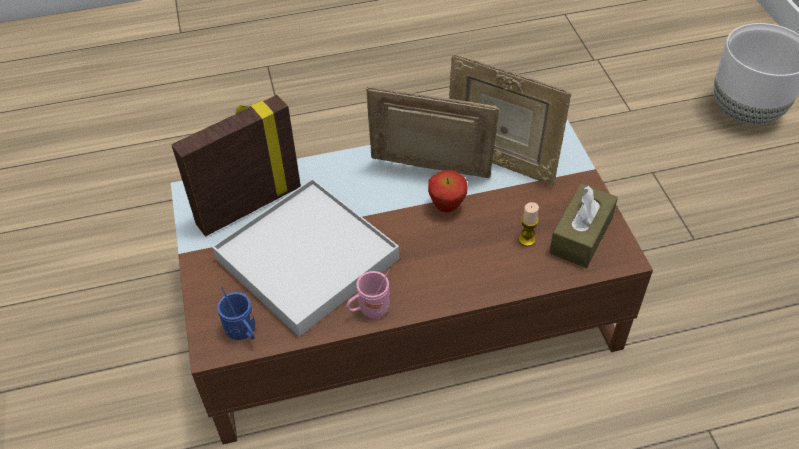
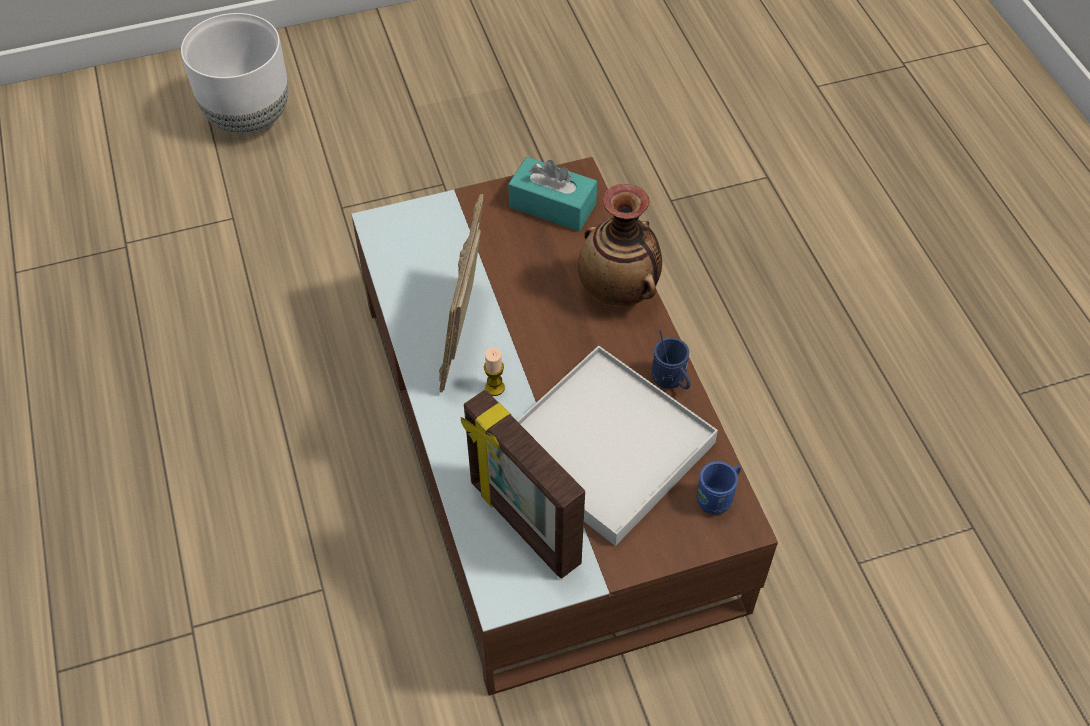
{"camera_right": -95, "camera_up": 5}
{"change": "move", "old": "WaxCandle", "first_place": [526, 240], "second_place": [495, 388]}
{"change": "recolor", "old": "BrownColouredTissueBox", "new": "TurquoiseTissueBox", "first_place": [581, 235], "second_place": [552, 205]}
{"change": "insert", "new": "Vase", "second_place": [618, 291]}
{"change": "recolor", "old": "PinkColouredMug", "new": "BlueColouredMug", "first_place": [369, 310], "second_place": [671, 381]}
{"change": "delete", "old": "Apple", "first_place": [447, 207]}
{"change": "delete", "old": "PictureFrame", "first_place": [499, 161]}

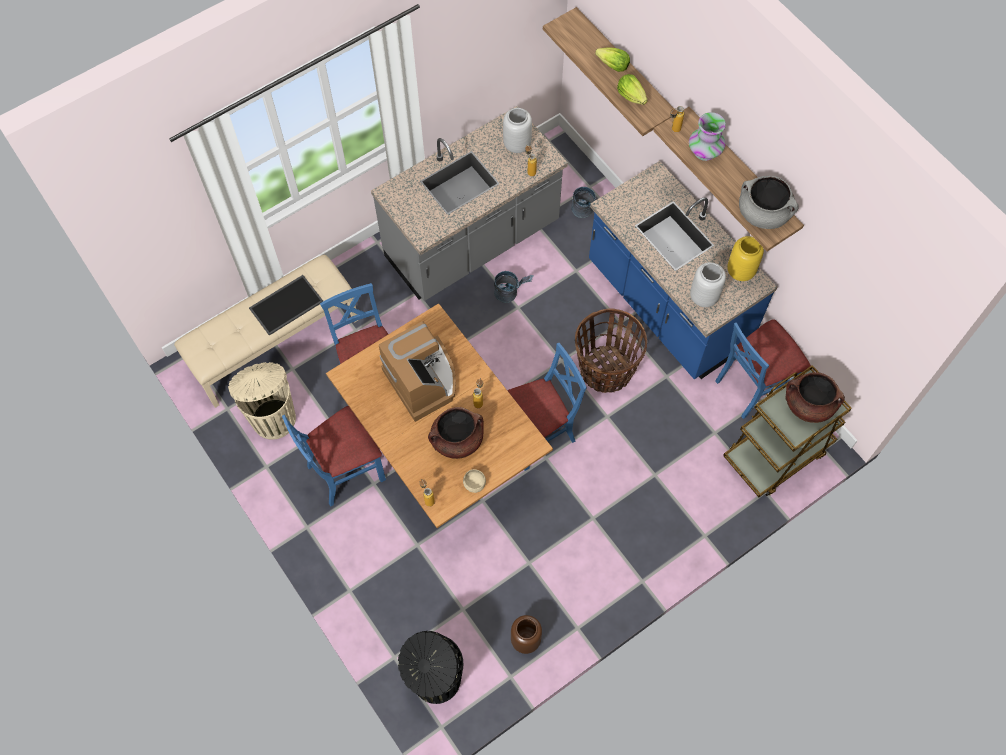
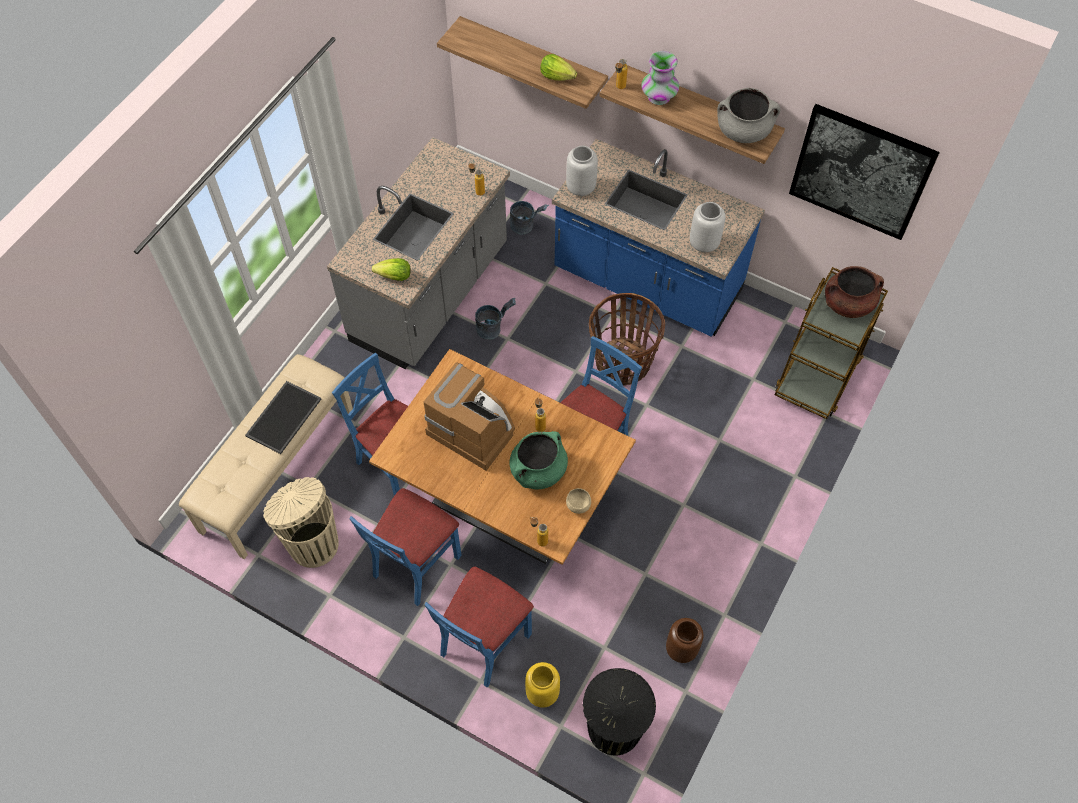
{"camera_right": -25, "camera_up": -5}
{"change": "move", "old": "HeadOfLettuce", "first_place": [613, 66], "second_place": [394, 276]}
{"change": "move", "old": "BlueColouredUprightChair", "first_place": [753, 385], "second_place": [484, 642]}
{"change": "recolor", "old": "BrownColouredCookingPot", "new": "GreenCookingPot", "first_place": [457, 440], "second_place": [538, 471]}
{"change": "move", "old": "YellowColouredVase", "first_place": [740, 271], "second_place": [542, 692]}
{"change": "move", "old": "GreyVase", "first_place": [517, 144], "second_place": [581, 187]}
{"change": "insert", "new": "Picture", "second_place": [860, 172]}

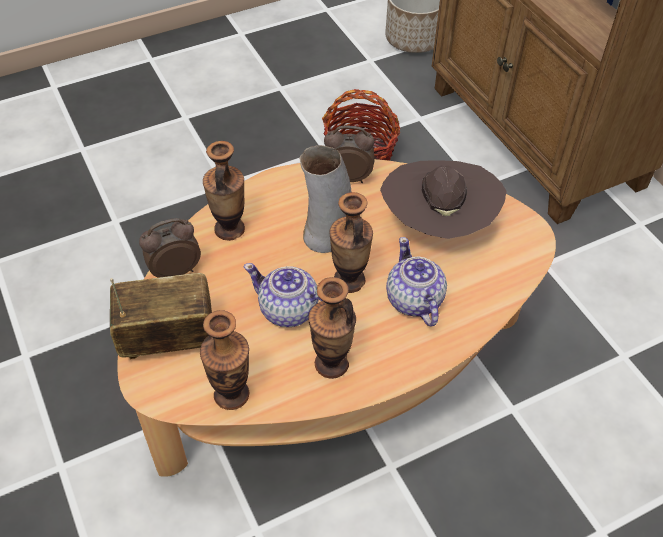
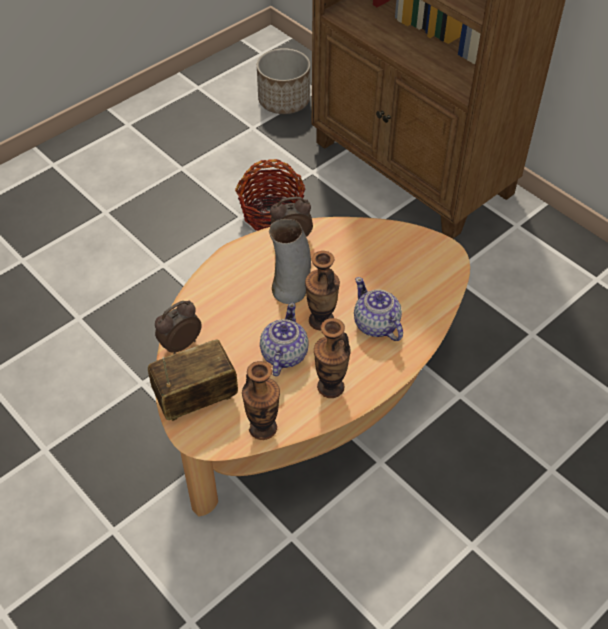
{"camera_right": -15, "camera_up": 0}
{"change": "rotate", "old": "PotForTea", "first_place": [289, 311], "second_place": [283, 355], "degrees": 90}
{"change": "delete", "old": "Vase", "first_place": [229, 229]}
{"change": "delete", "old": "BrownColouredWearableHat", "first_place": [438, 225]}

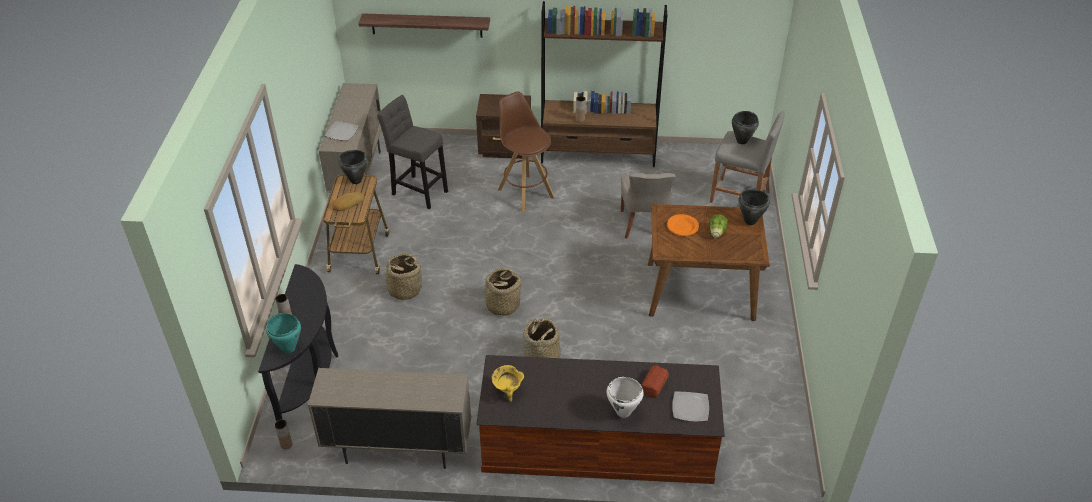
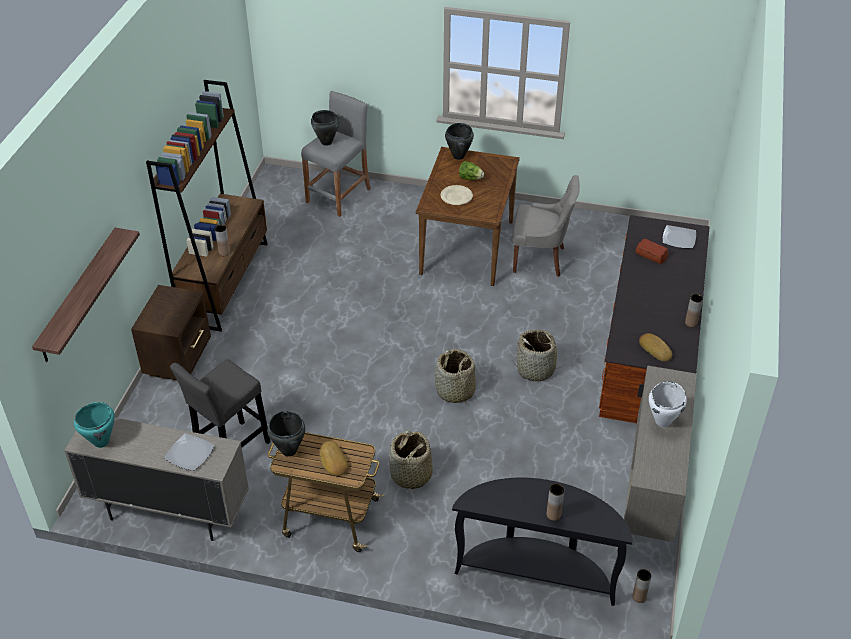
{"camera_right": -80, "camera_up": 0}
{"change": "move", "old": "TurquoiseCookingPot", "first_place": [288, 348], "second_place": [101, 442]}
{"change": "recolor", "old": "OrangeColouredPlate", "new": "BeigePlate", "first_place": [682, 226], "second_place": [456, 197]}
{"change": "move", "old": "GreyUprightChair", "first_place": [644, 225], "second_place": [540, 259]}
{"change": "replace", "old": "YellowColouredCookingPot", "new": "BakeryBread", "first_place": [508, 391], "second_place": [655, 349]}
{"change": "move", "old": "WhitishCookingPot", "first_place": [623, 412], "second_place": [663, 421]}
{"change": "insert", "new": "BrownColouredVase", "second_place": [691, 323]}
{"change": "delete", "old": "BrownColouredSittingStool", "first_place": [525, 193]}

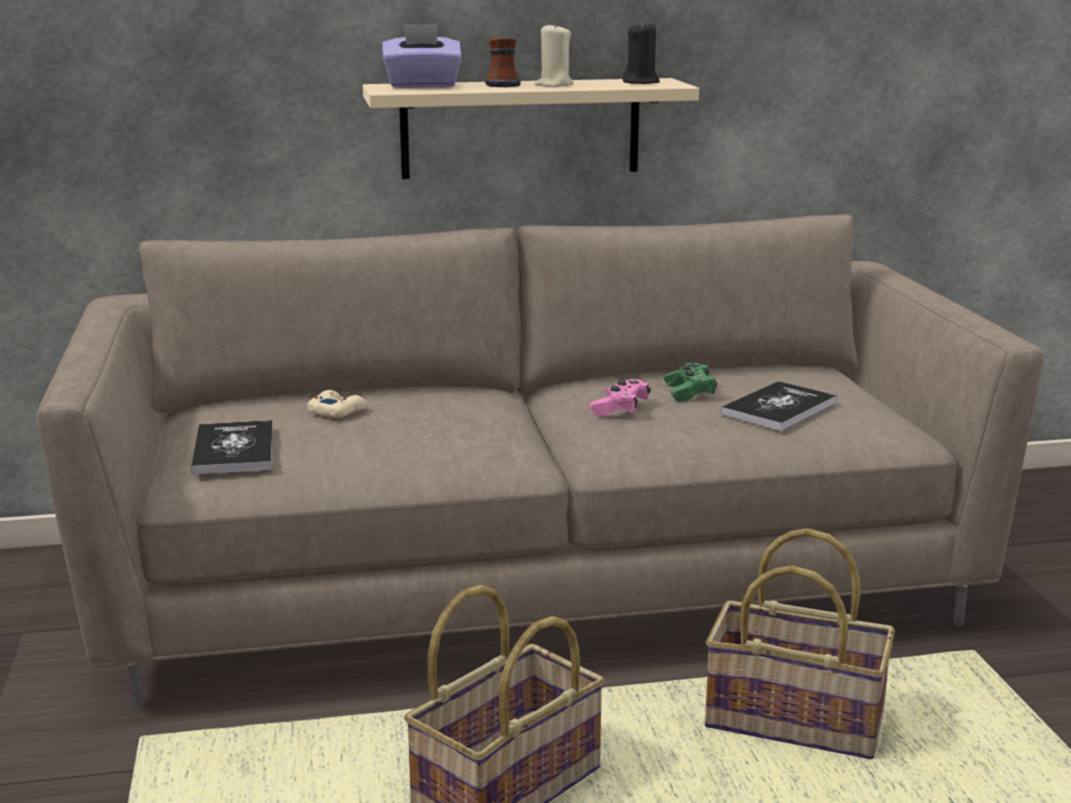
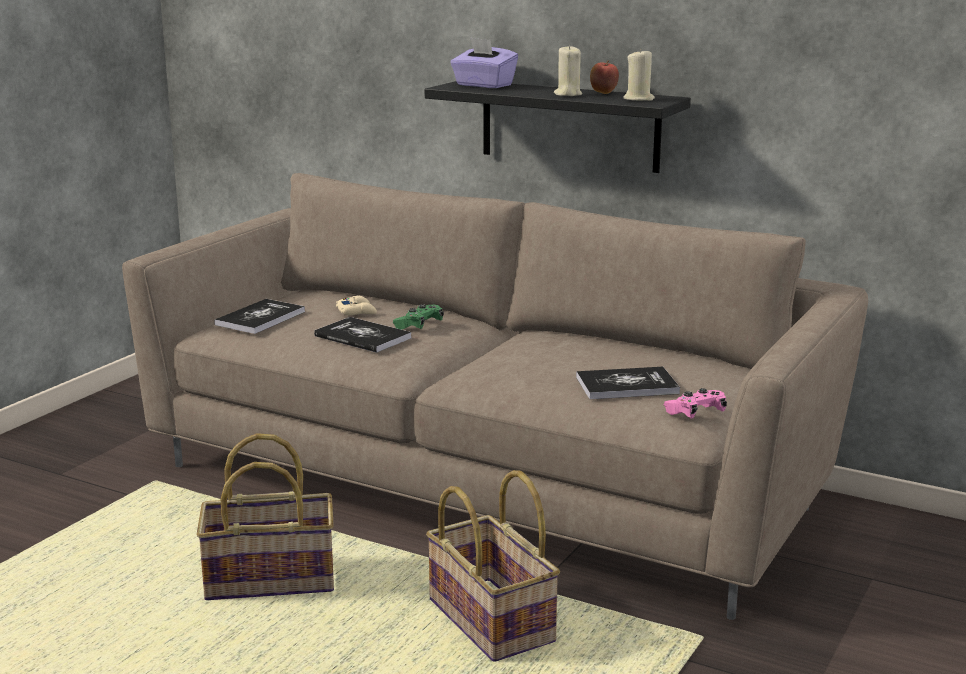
{"camera_right": 40, "camera_up": 0}
{"change": "insert", "new": "Book", "second_place": [362, 337]}
{"change": "move", "old": "GreenGamepad", "first_place": [689, 392], "second_place": [419, 325]}
{"change": "recolor", "old": "BeigeShelf", "new": "BlackishShelf", "first_place": [520, 128], "second_place": [569, 125]}
{"change": "insert", "new": "Apple", "second_place": [603, 93]}
{"change": "recolor", "old": "BlackishWaxCandle", "new": "BeigeWaxCandle", "first_place": [641, 83], "second_place": [639, 99]}
{"change": "move", "old": "PinkColouredGamepad", "first_place": [620, 409], "second_place": [695, 413]}
{"change": "delete", "old": "Mug", "first_place": [500, 84]}

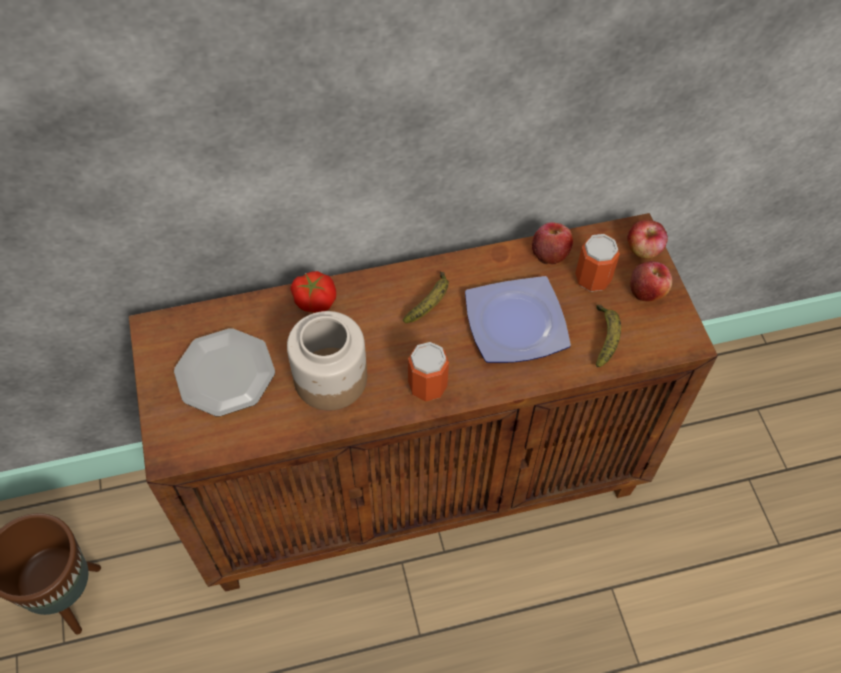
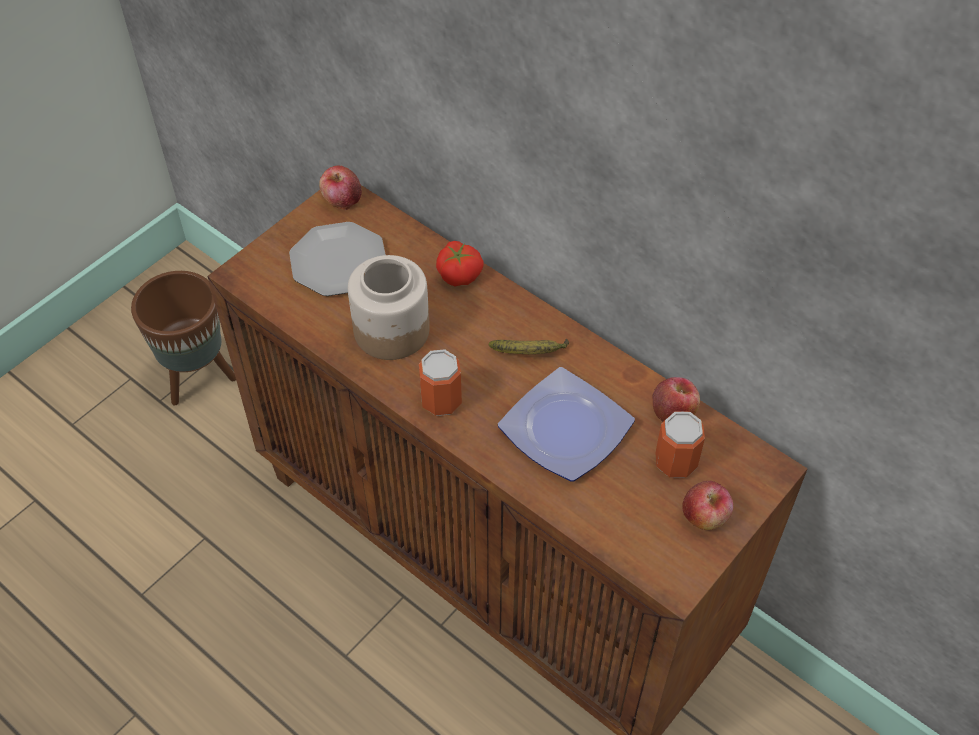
{"camera_right": 55, "camera_up": -5}
{"change": "move", "old": "Apple", "first_place": [643, 250], "second_place": [342, 200]}
{"change": "delete", "old": "WholeBanana", "first_place": [605, 338]}

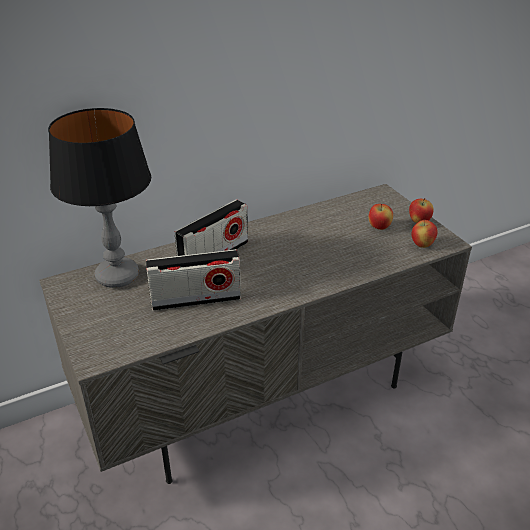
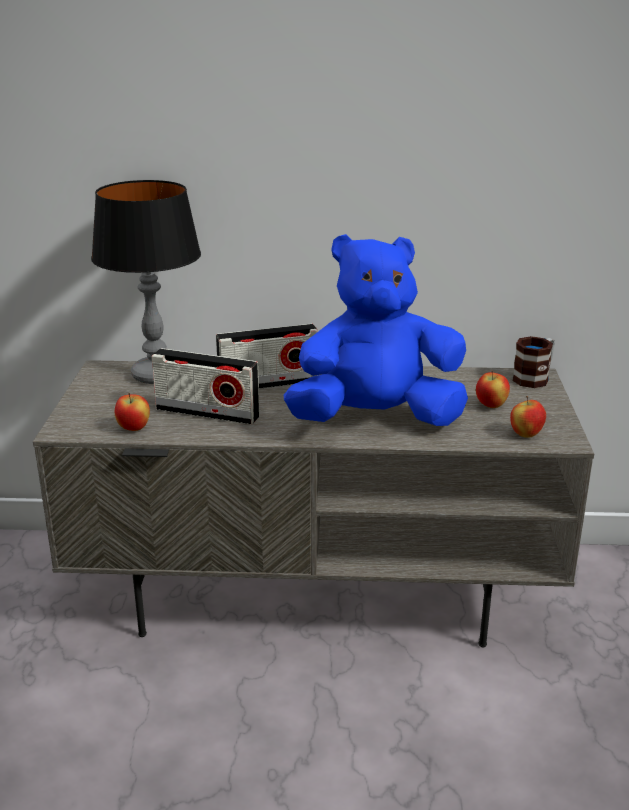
{"camera_right": 30, "camera_up": -10}
{"change": "move", "old": "Apple", "first_place": [419, 222], "second_place": [134, 428]}
{"change": "insert", "new": "BlueColouredCuddlyToy", "second_place": [376, 419]}
{"change": "insert", "new": "Mug", "second_place": [535, 378]}

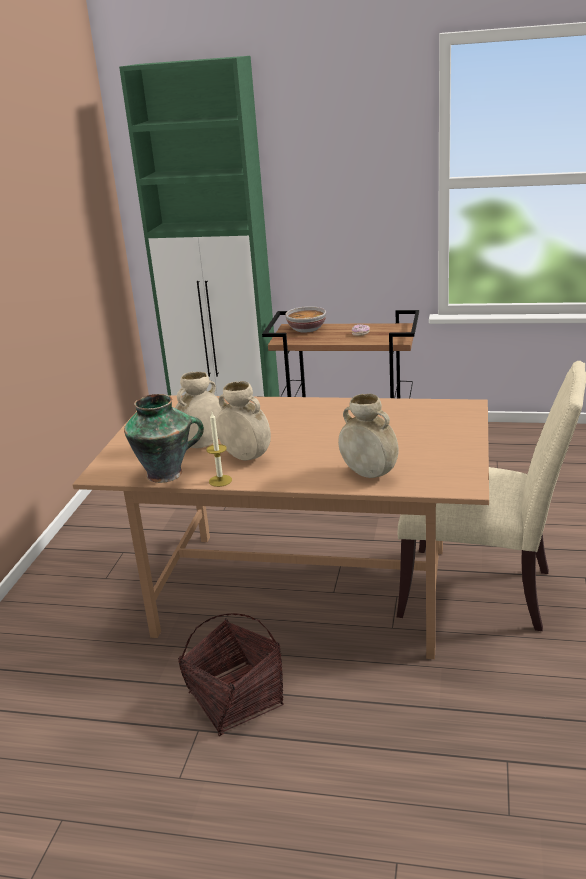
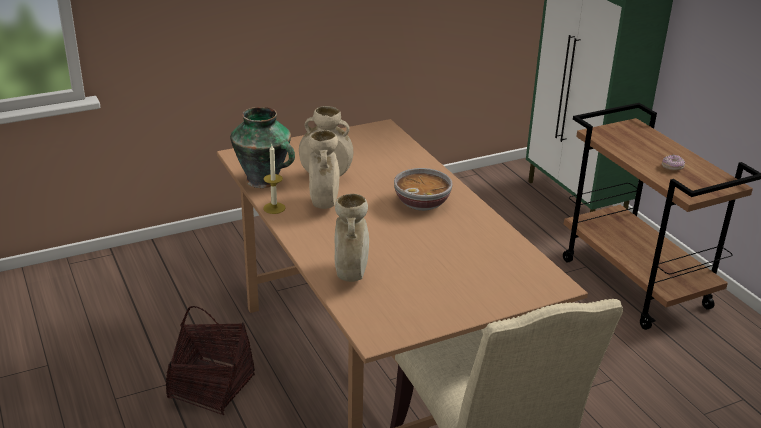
{"camera_right": 50, "camera_up": 5}
{"change": "move", "old": "ServingBowl", "first_place": [306, 329], "second_place": [422, 203]}

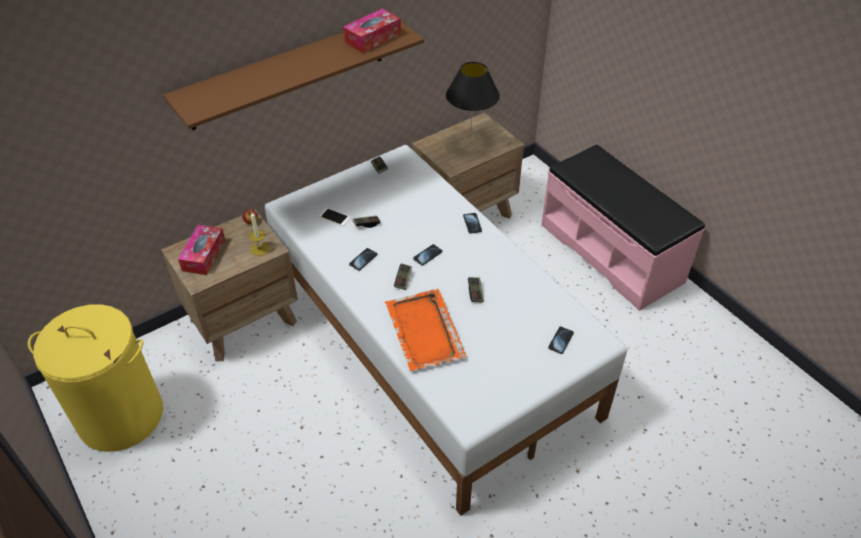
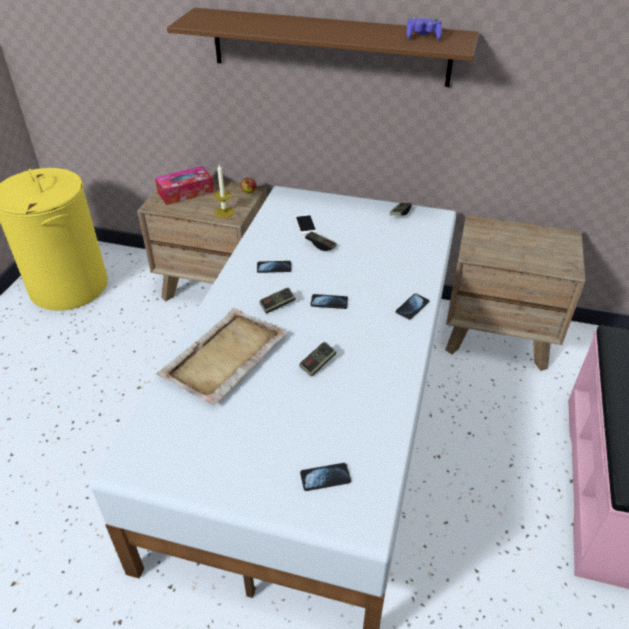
{"camera_right": 50, "camera_up": -5}
{"change": "recolor", "old": "OrangeColouredServingTray", "new": "BeigeServingTray", "first_place": [424, 332], "second_place": [223, 357]}
{"change": "replace", "old": "TissueBox", "new": "PurpleColouredGamepad", "first_place": [373, 38], "second_place": [423, 37]}
{"change": "delete", "old": "BlackishTableLamp", "first_place": [470, 140]}

